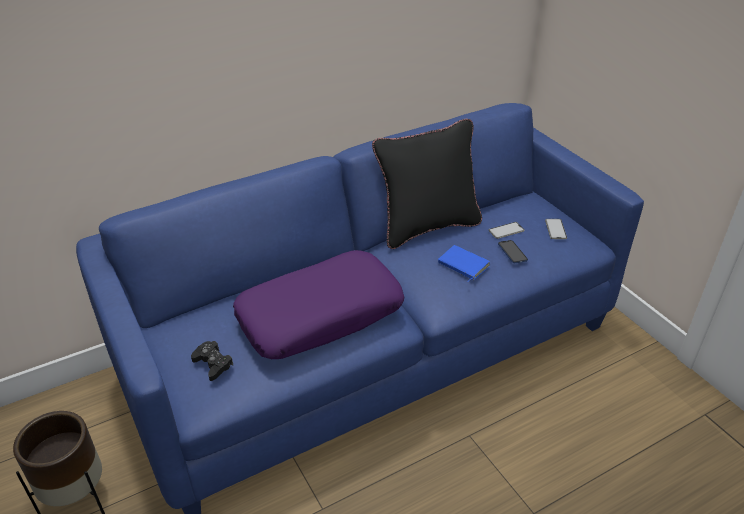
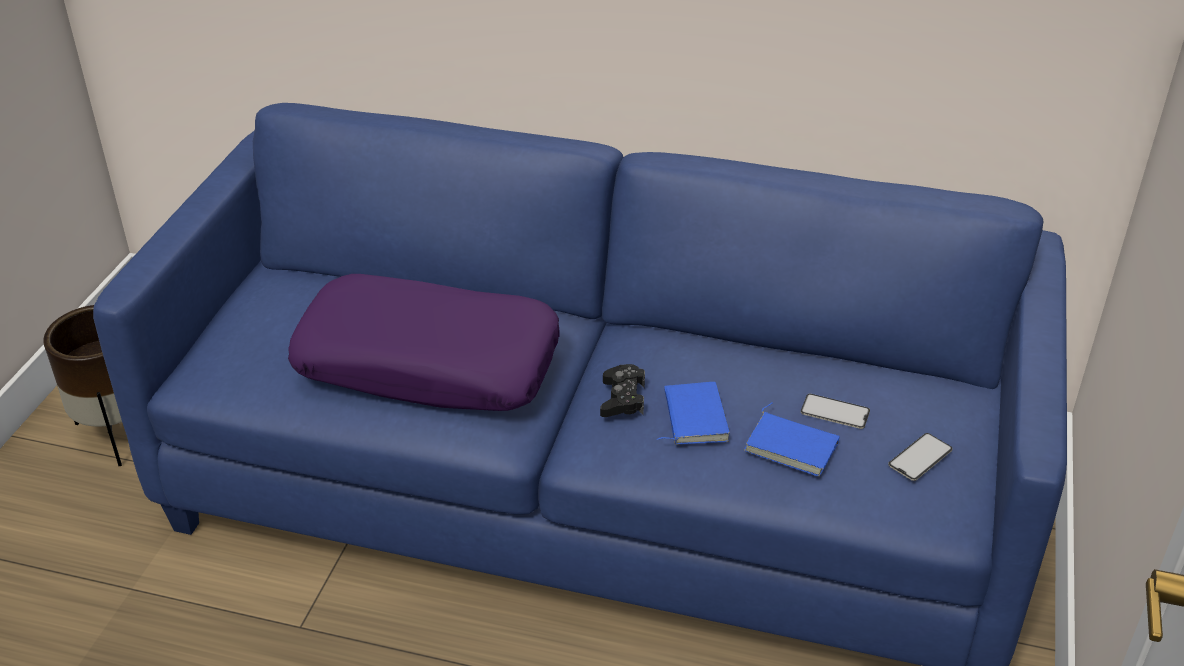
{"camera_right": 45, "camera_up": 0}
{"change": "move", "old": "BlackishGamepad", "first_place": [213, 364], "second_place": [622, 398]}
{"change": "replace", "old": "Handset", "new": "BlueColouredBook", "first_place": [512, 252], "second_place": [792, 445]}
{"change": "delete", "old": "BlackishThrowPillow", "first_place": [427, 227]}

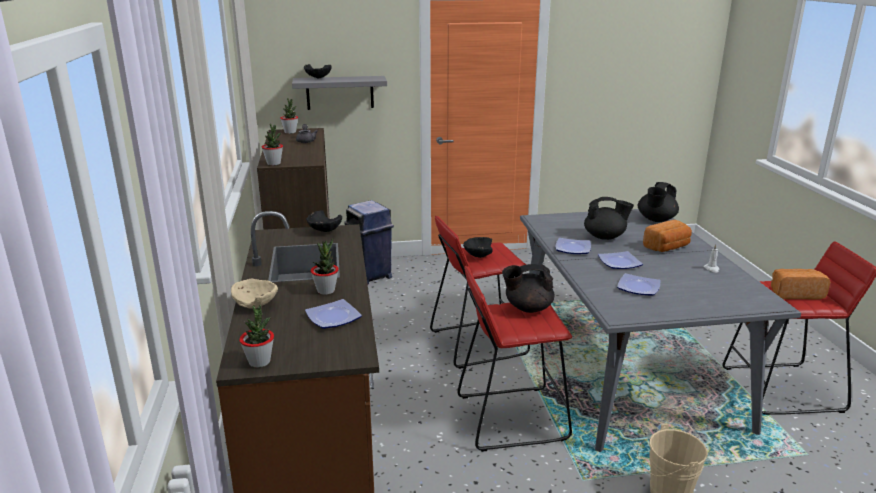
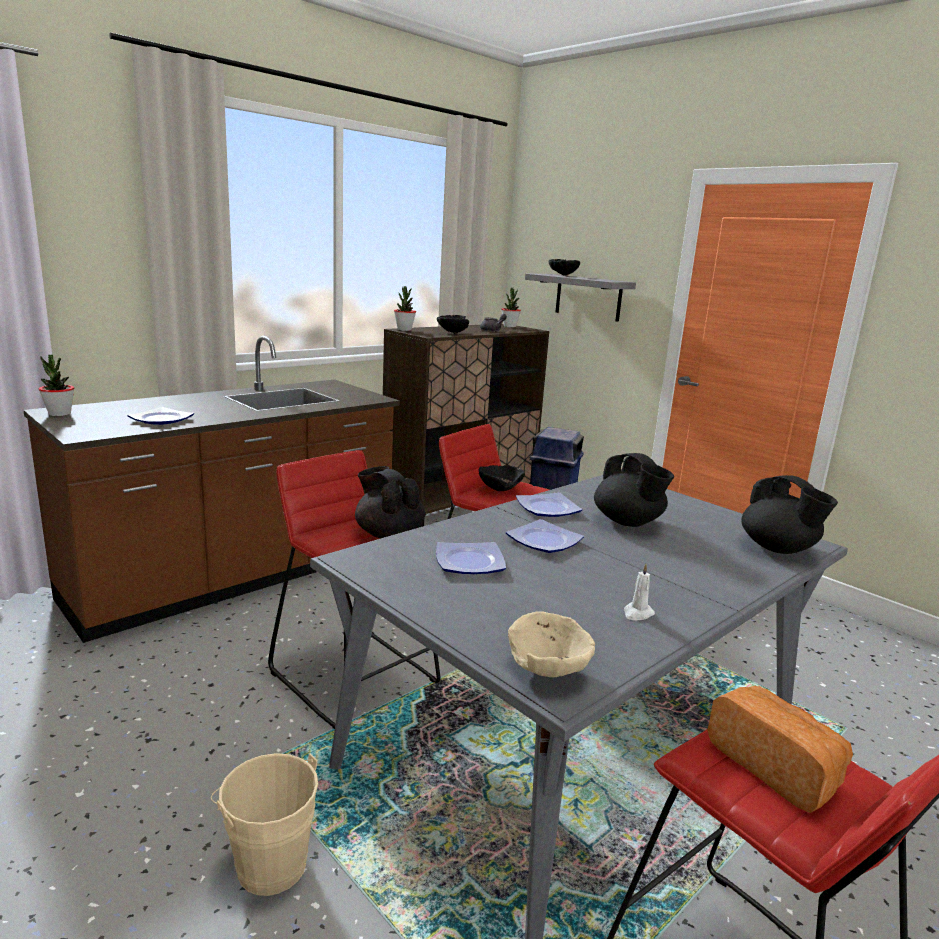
{"camera_right": 55, "camera_up": -5}
{"change": "move", "old": "BlackishServingBowl", "first_place": [324, 232], "second_place": [451, 333]}
{"change": "move", "old": "BeigeServingBowl", "first_place": [257, 305], "second_place": [550, 671]}
{"change": "rotate", "old": "BlackishPotForTea", "first_place": [656, 219], "second_place": [778, 549], "degrees": -120}
{"change": "delete", "old": "PottedPlant", "first_place": [326, 290]}
{"change": "delete", "old": "BakeryBread", "first_place": [667, 247]}

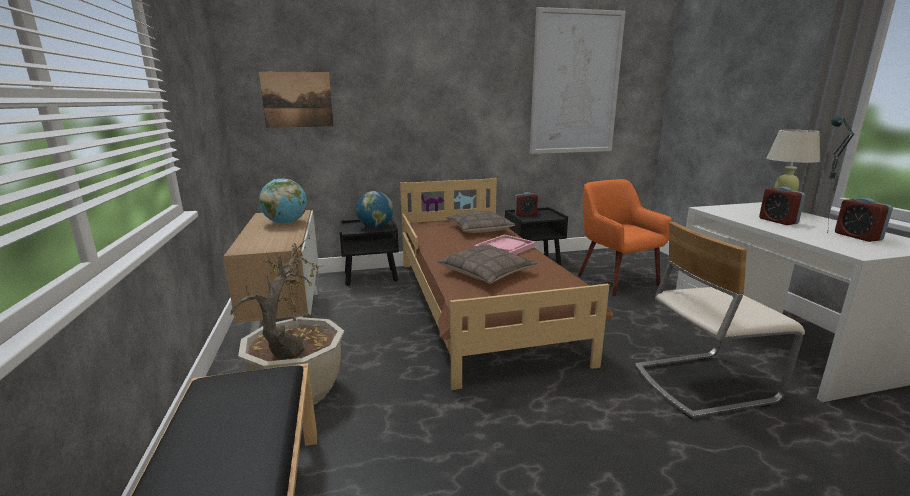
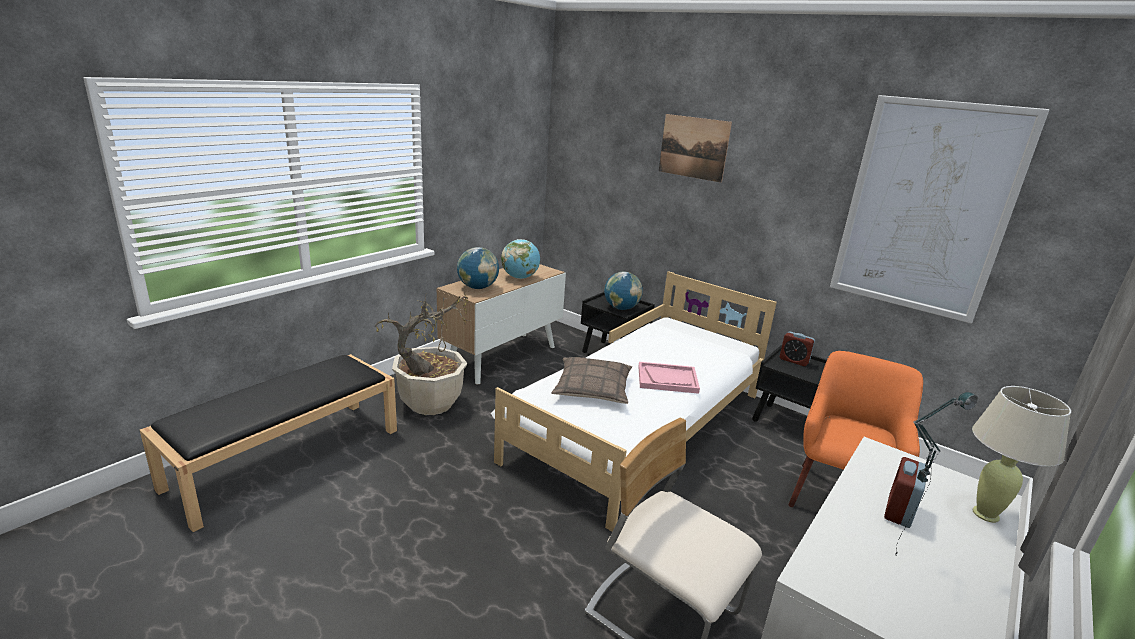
{"camera_right": 50, "camera_up": 5}
{"change": "insert", "new": "DeskGlobe", "second_place": [478, 287]}
{"change": "recolor", "old": "BrownColouredBedroomBed", "new": "WhitishBedroomBed", "first_place": [480, 305], "second_place": [640, 427]}
{"change": "move", "old": "Picture", "first_place": [297, 100], "second_place": [693, 147]}
{"change": "delete", "old": "ThrowPillow", "first_place": [479, 229]}
{"change": "delete", "old": "AlarmClock", "first_place": [857, 236]}

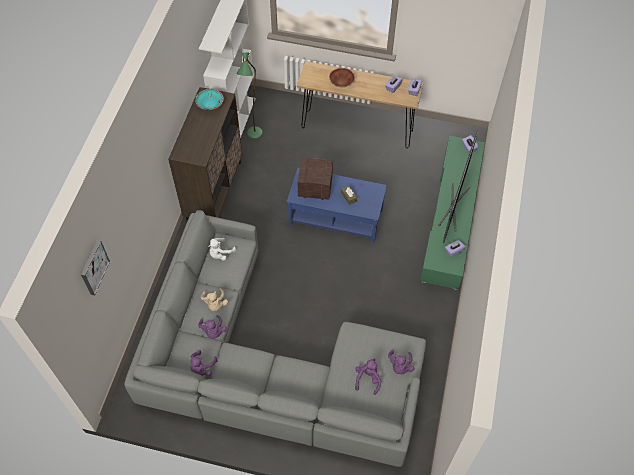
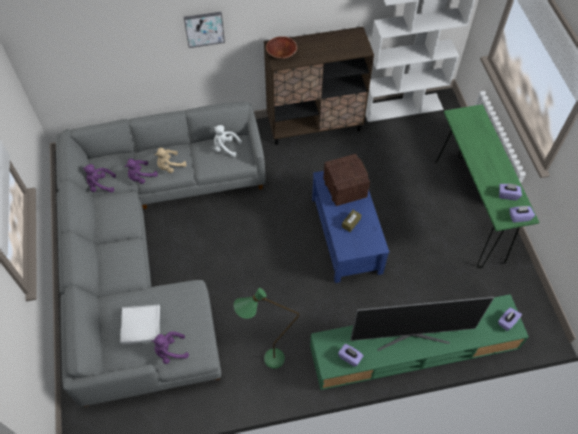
{"camera_right": 65, "camera_up": 0}
{"change": "replace", "old": "PurpleColouredCuddlyToy", "new": "WhitishServingTray", "first_place": [367, 379], "second_place": [141, 325]}
{"change": "move", "old": "Picture", "first_place": [93, 267], "second_place": [204, 28]}
{"change": "move", "old": "GreenStandardLamp", "first_place": [254, 137], "second_place": [266, 361]}
{"change": "move", "old": "BrownColouredServingBowl", "first_place": [342, 83], "second_place": [281, 54]}
{"change": "recolor", "old": "BrownColouredNarrowTable", "new": "GreenNarrowTable", "first_place": [356, 129], "second_place": [469, 209]}
{"change": "delete", "old": "TurquoiseServingBowl", "first_place": [210, 105]}

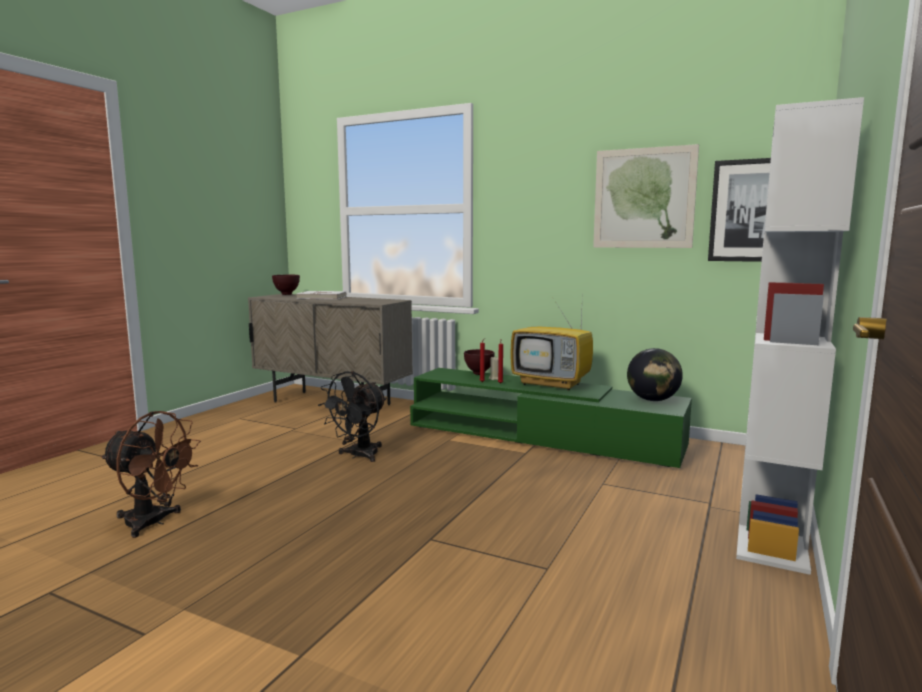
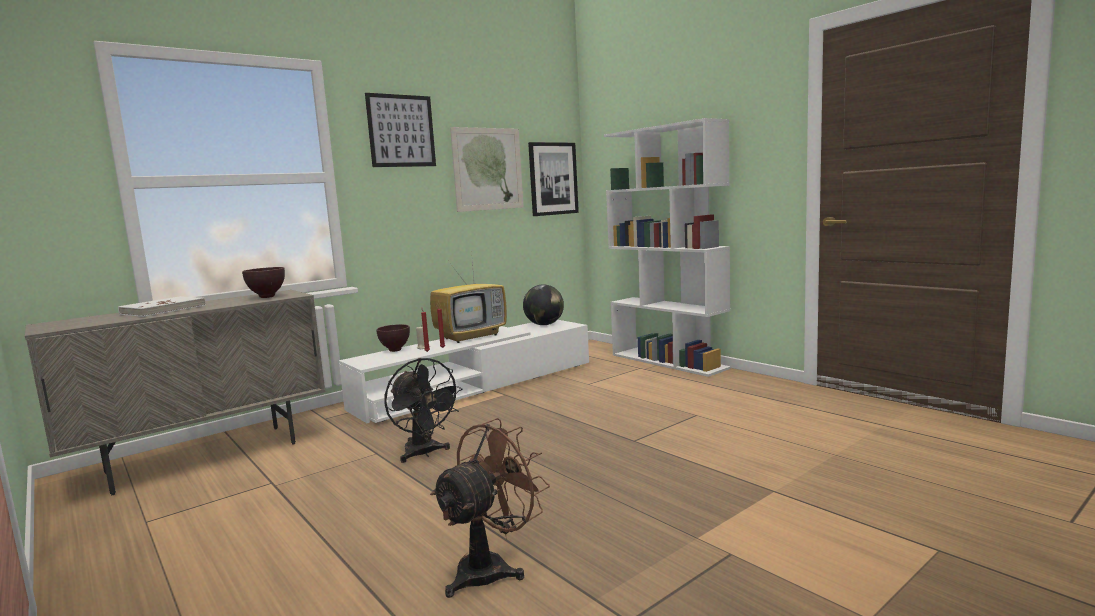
{"camera_right": -65, "camera_up": 0}
{"change": "move", "old": "BrownColouredServingBowl", "first_place": [287, 294], "second_place": [268, 297]}
{"change": "recolor", "old": "GreenTvUnit", "new": "WhitishTvUnit", "first_place": [541, 436], "second_place": [477, 385]}
{"change": "insert", "new": "Picture", "second_place": [401, 131]}

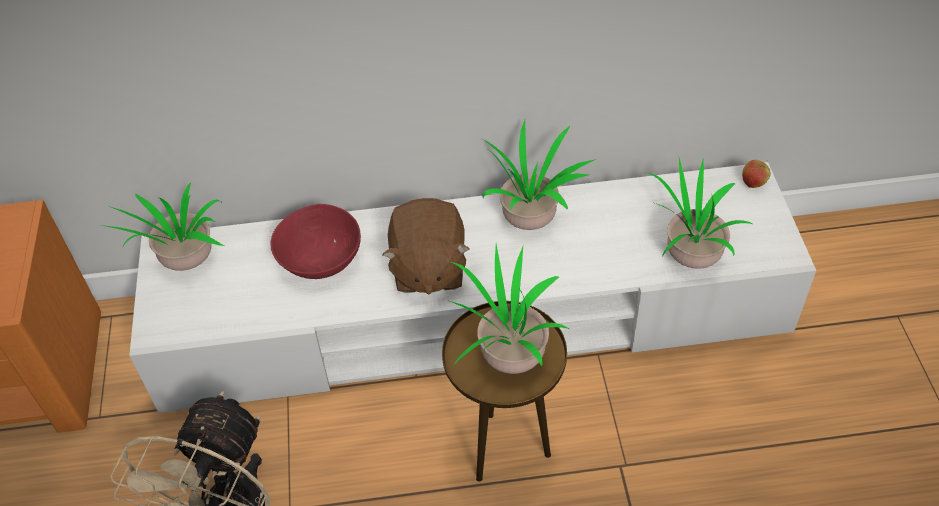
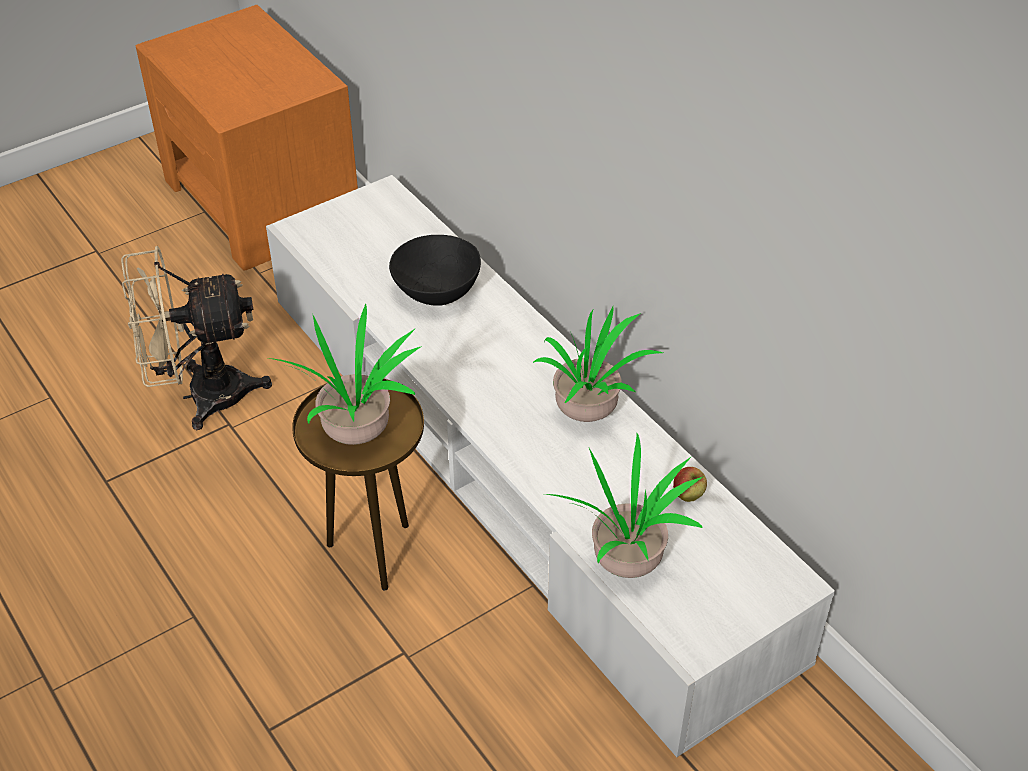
{"camera_right": 60, "camera_up": -5}
{"change": "recolor", "old": "ReddishServingBowl", "new": "BlackishServingBowl", "first_place": [320, 260], "second_place": [436, 289]}
{"change": "move", "old": "Apple", "first_place": [753, 183], "second_place": [688, 496]}
{"change": "delete", "old": "PottedPlant", "first_place": [186, 264]}
{"change": "delete", "old": "BrownColouredCuddlyToy", "first_place": [427, 268]}

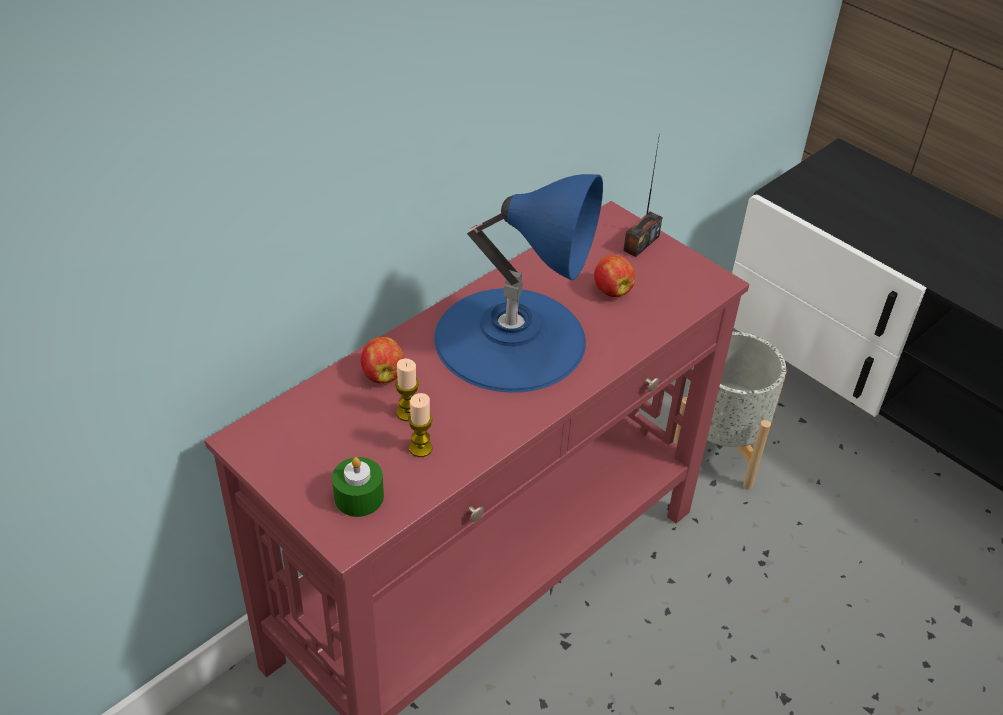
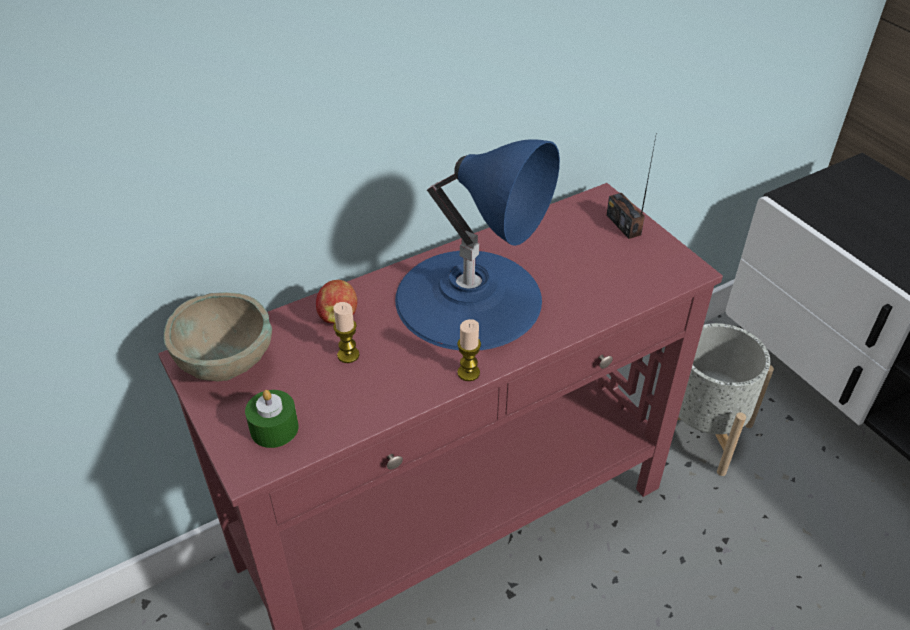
{"camera_right": 15, "camera_up": 0}
{"change": "insert", "new": "BeigeServingBowl", "second_place": [226, 365]}
{"change": "move", "old": "WaxCandle", "first_place": [420, 448], "second_place": [468, 373]}
{"change": "rotate", "old": "Radio", "first_place": [641, 243], "second_place": [623, 224], "degrees": 105}
{"change": "delete", "old": "Apple", "first_place": [611, 290]}

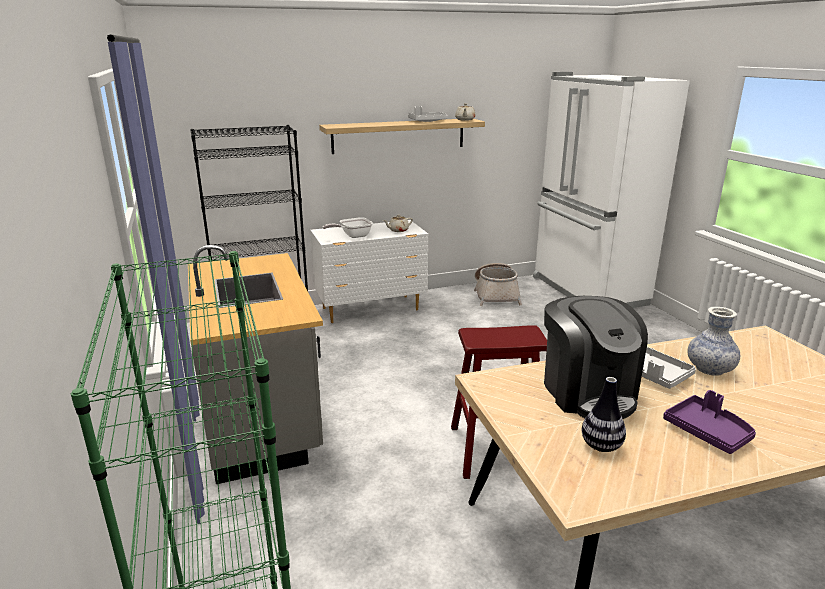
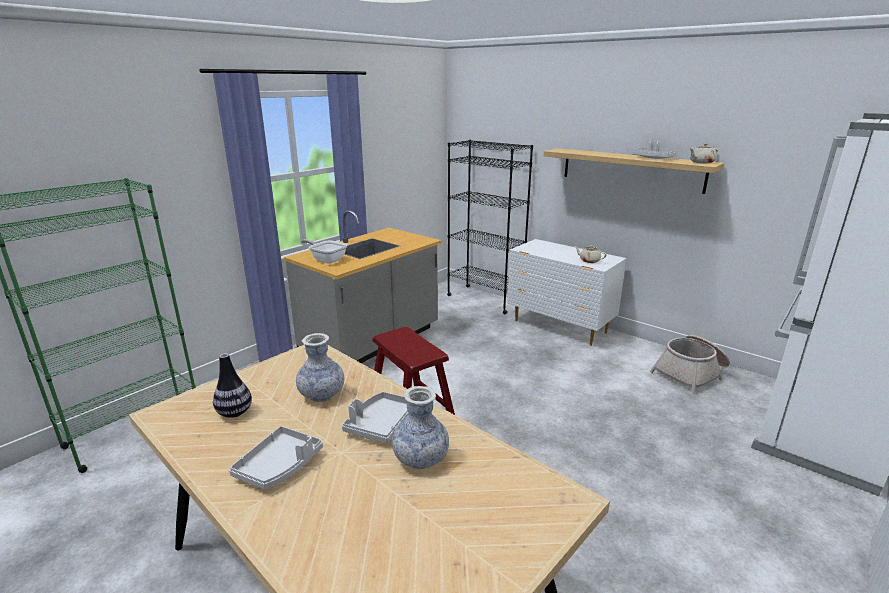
{"camera_right": 60, "camera_up": 0}
{"change": "recolor", "old": "PurpleColouredServingTray", "new": "GreyServingTray", "first_place": [708, 432], "second_place": [280, 466]}
{"change": "replace", "old": "CoffeeMachine", "new": "Vase", "first_place": [587, 392], "second_place": [322, 394]}
{"change": "move", "old": "FryingPan", "first_place": [352, 236], "second_place": [326, 260]}

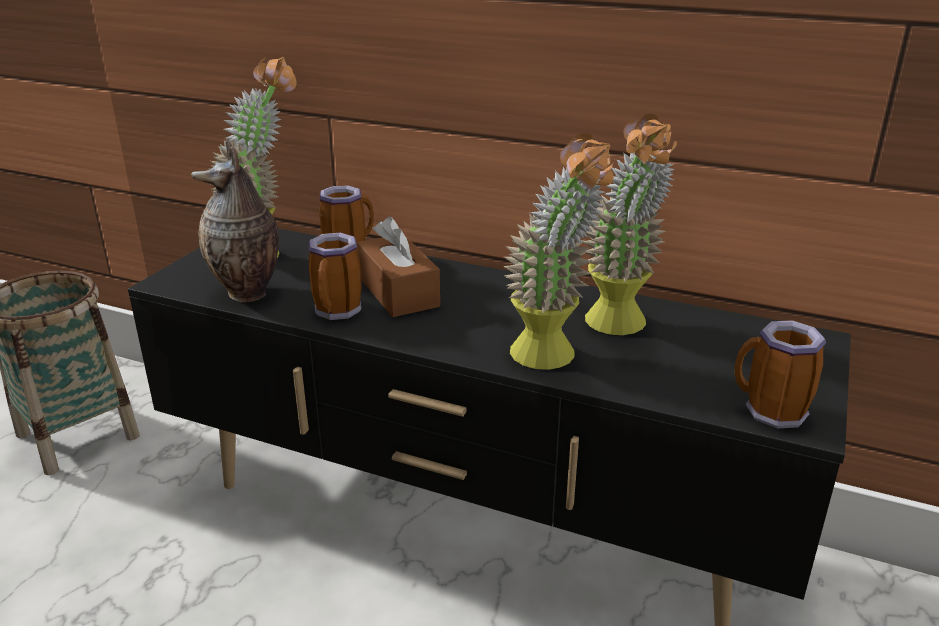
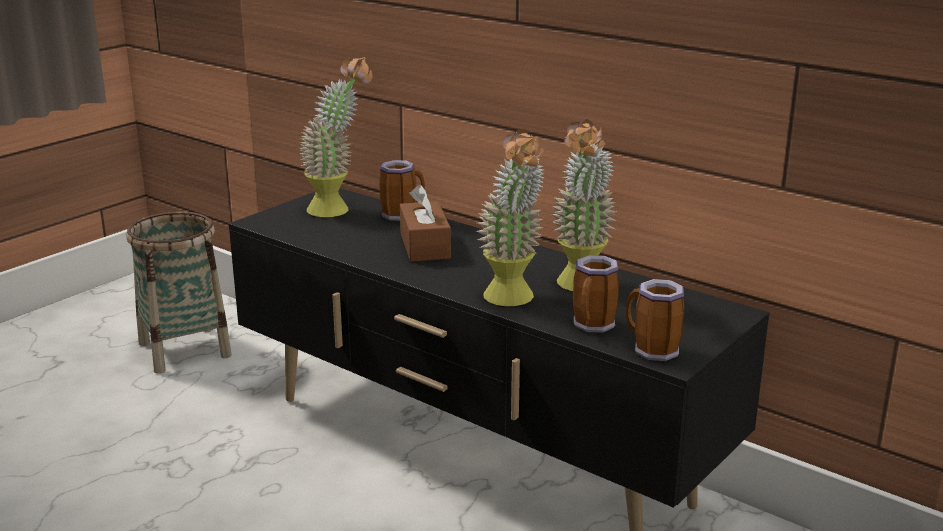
{"camera_right": 15, "camera_up": -5}
{"change": "move", "old": "Mug", "first_place": [338, 312], "second_place": [594, 326]}
{"change": "delete", "old": "Vase", "first_place": [249, 294]}

